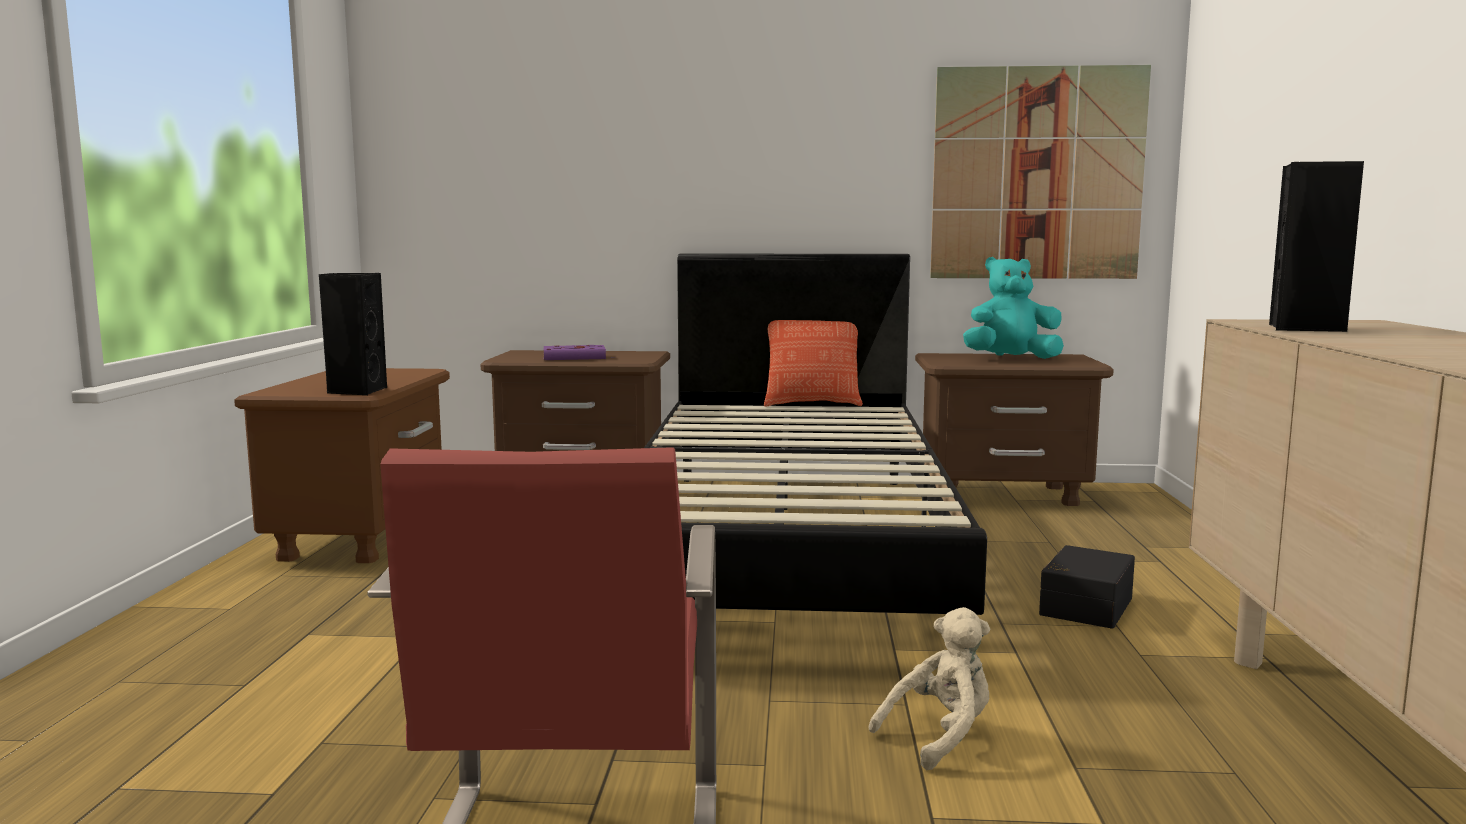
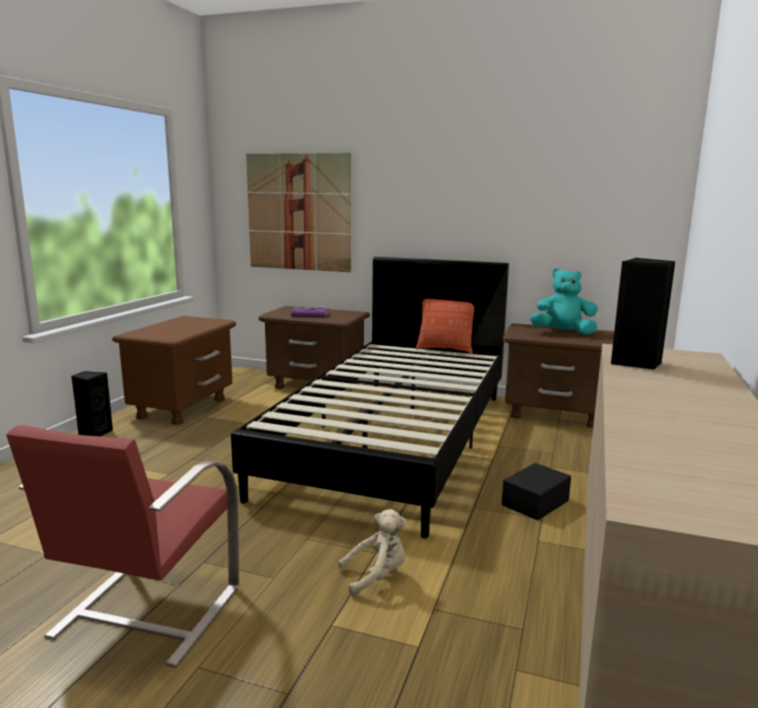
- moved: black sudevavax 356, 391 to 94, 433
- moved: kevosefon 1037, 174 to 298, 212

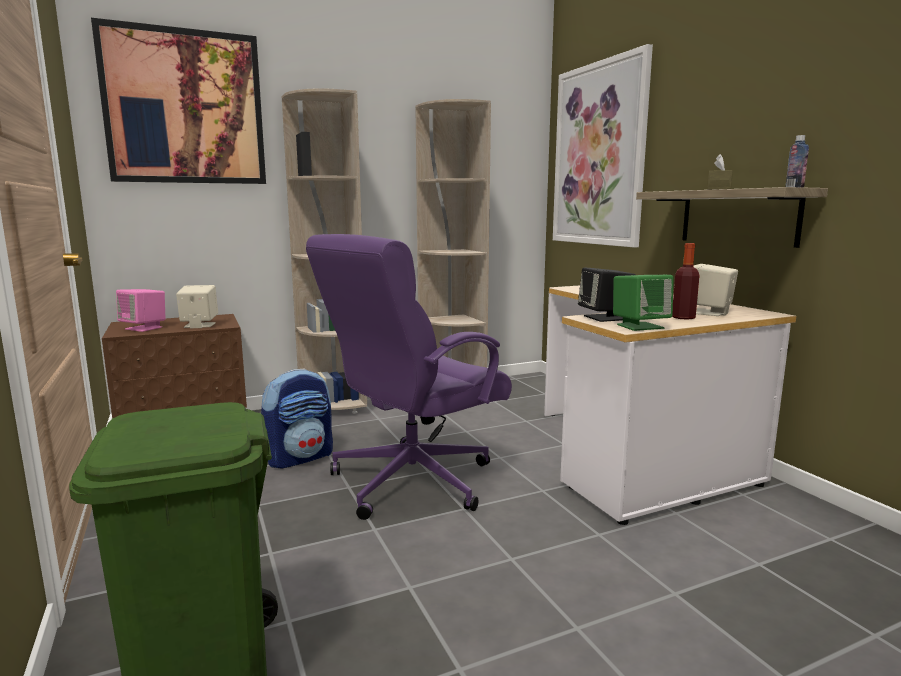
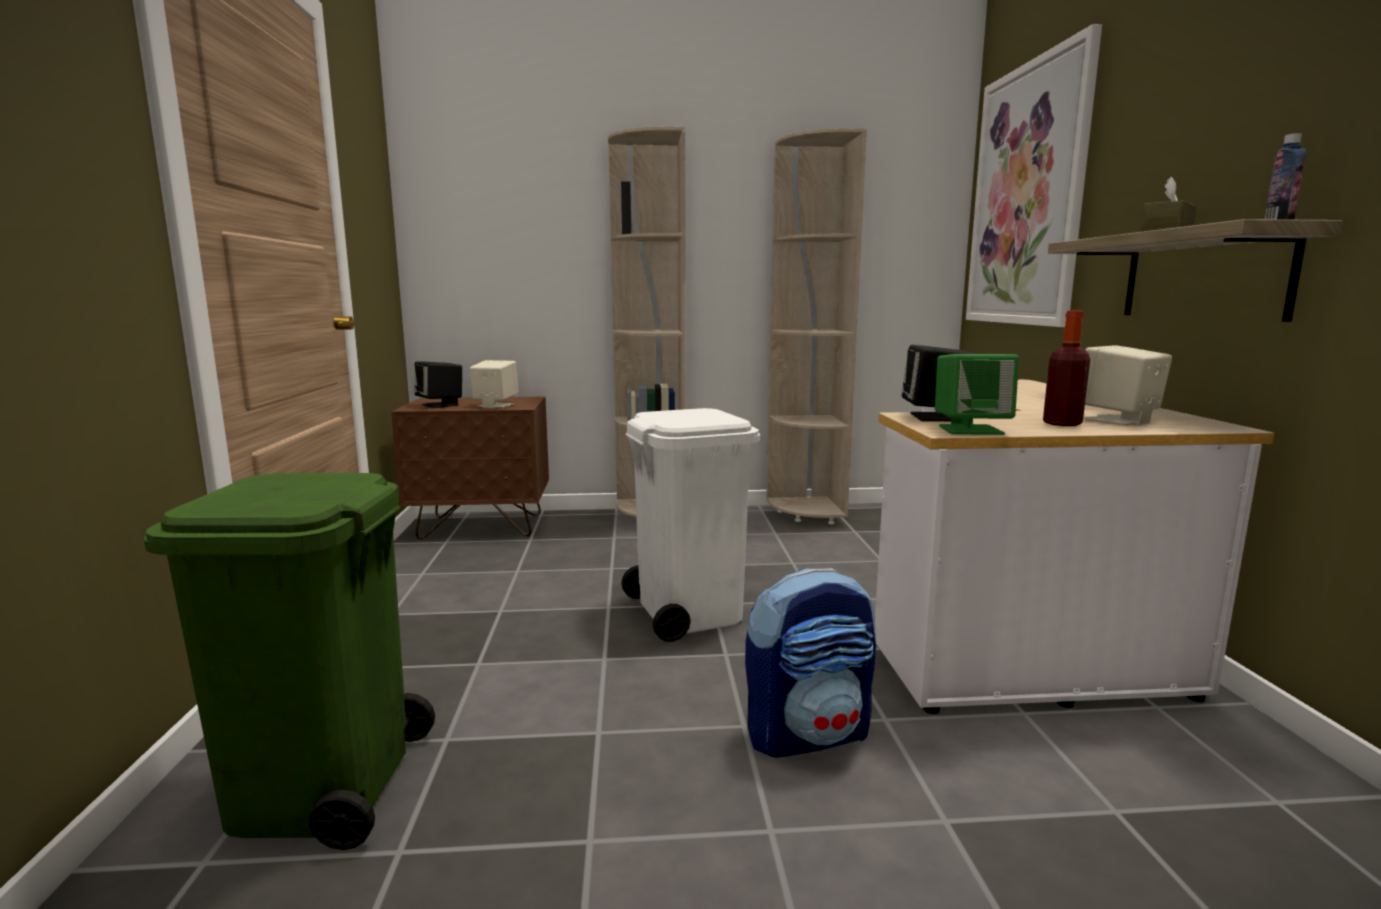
- removed: kevosefon 185, 108
- moved: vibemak 300, 457 to 809, 734
- replaced: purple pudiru 413, 480 to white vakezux 688, 611
- recoloured: pink sudevavax 144, 328 to black sudevavax 440, 405

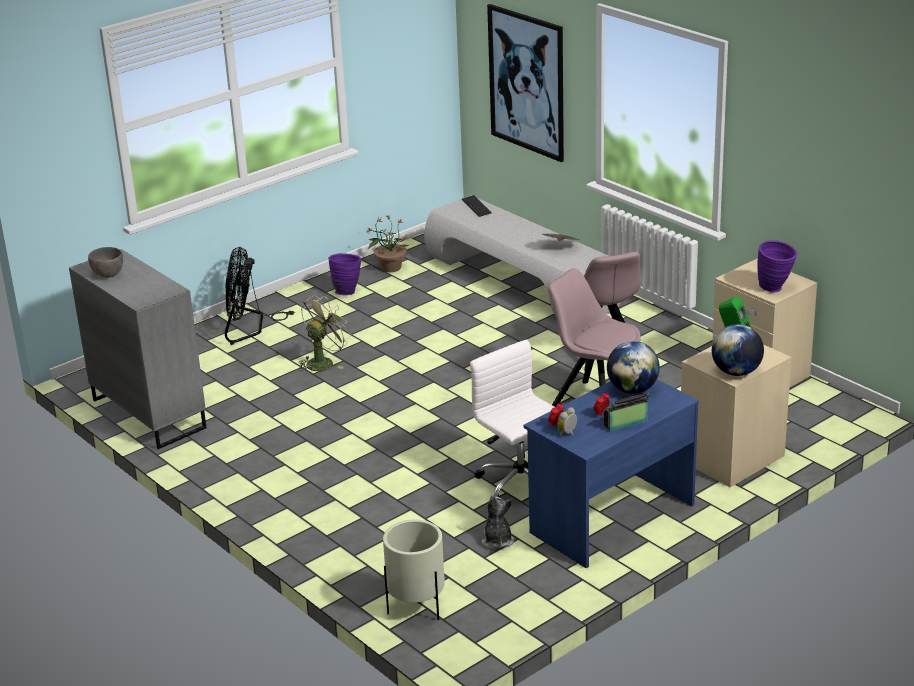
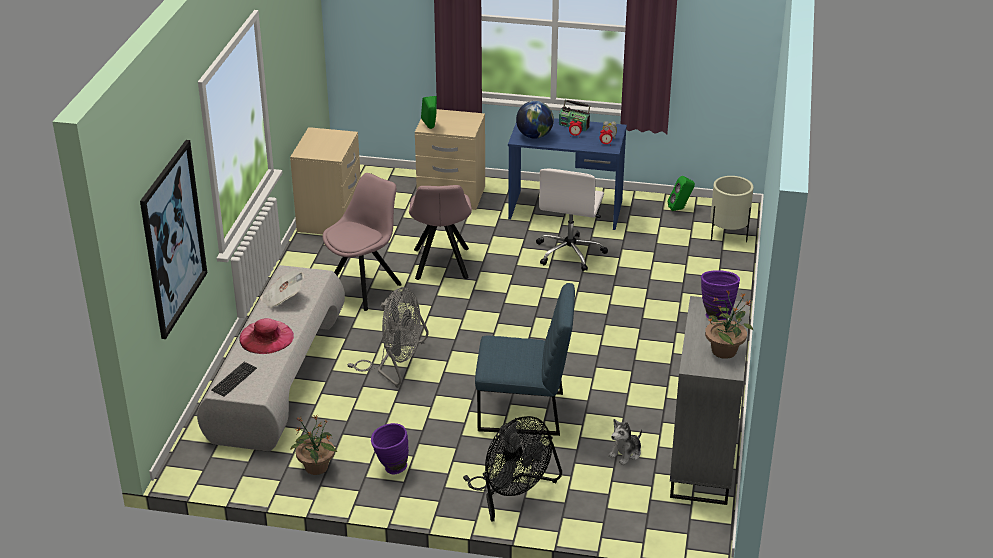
- removed: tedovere 736, 372
- added: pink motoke 266, 337
- added: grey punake 394, 363
- added: green sudevavax 680, 209
- moved: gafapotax 497, 540 to 626, 453
- moved: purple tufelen 775, 289 to 716, 314
- replaced: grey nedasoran 108, 274 to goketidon 724, 350
- replaced: green punake 323, 362 to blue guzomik 524, 412

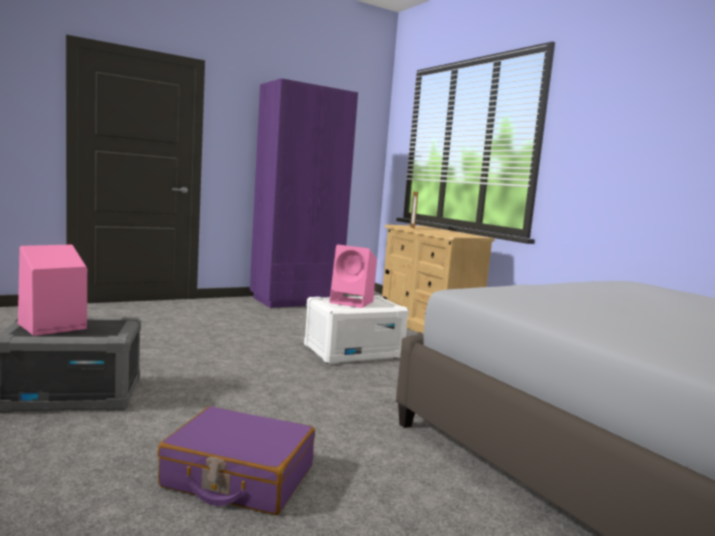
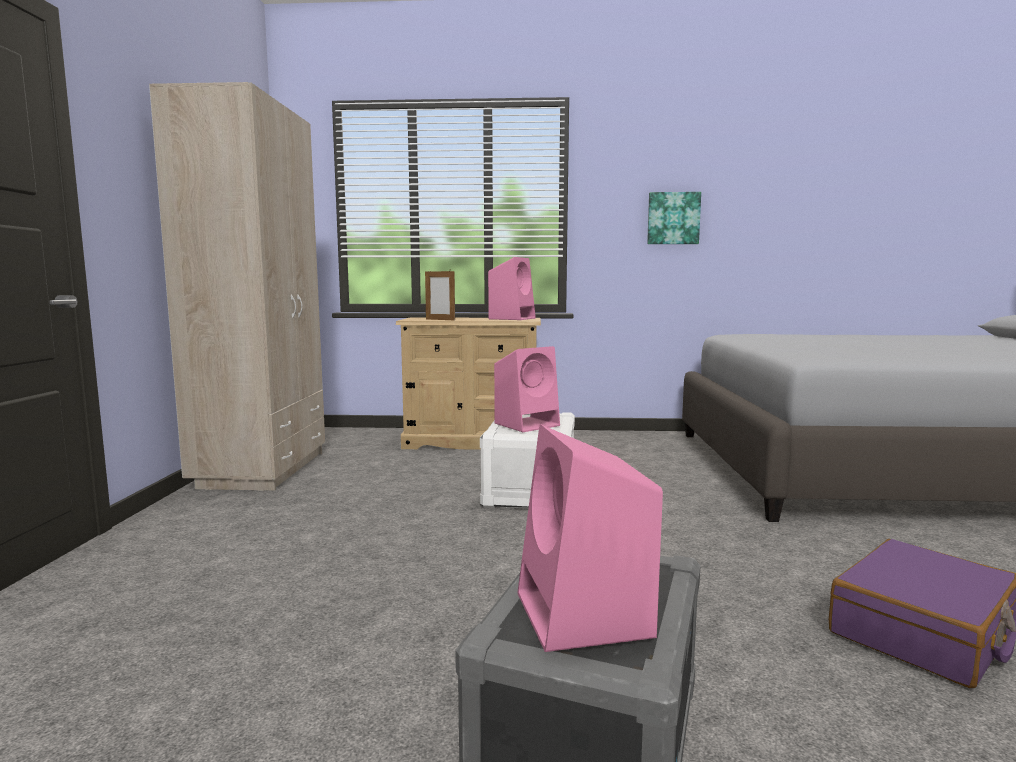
- added: pink sudevavax 512, 318
- added: kevosefon 673, 218
- recoloured: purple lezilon 296, 301 to beige lezilon 263, 469

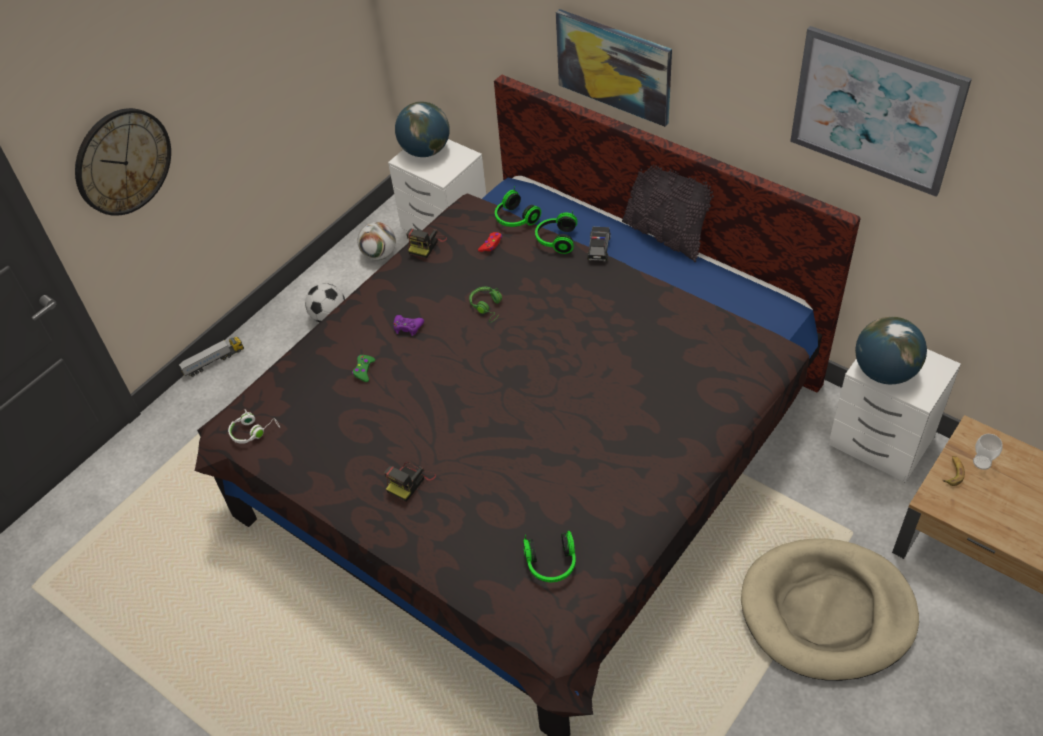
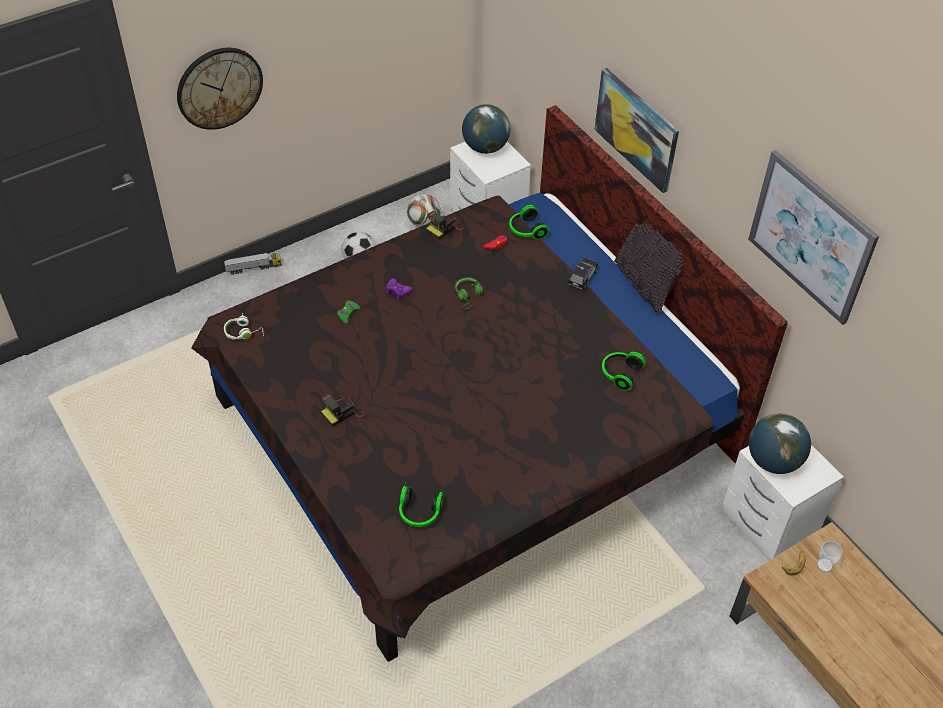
- removed: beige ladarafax 827, 612
- moved: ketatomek 555, 240 to 619, 374

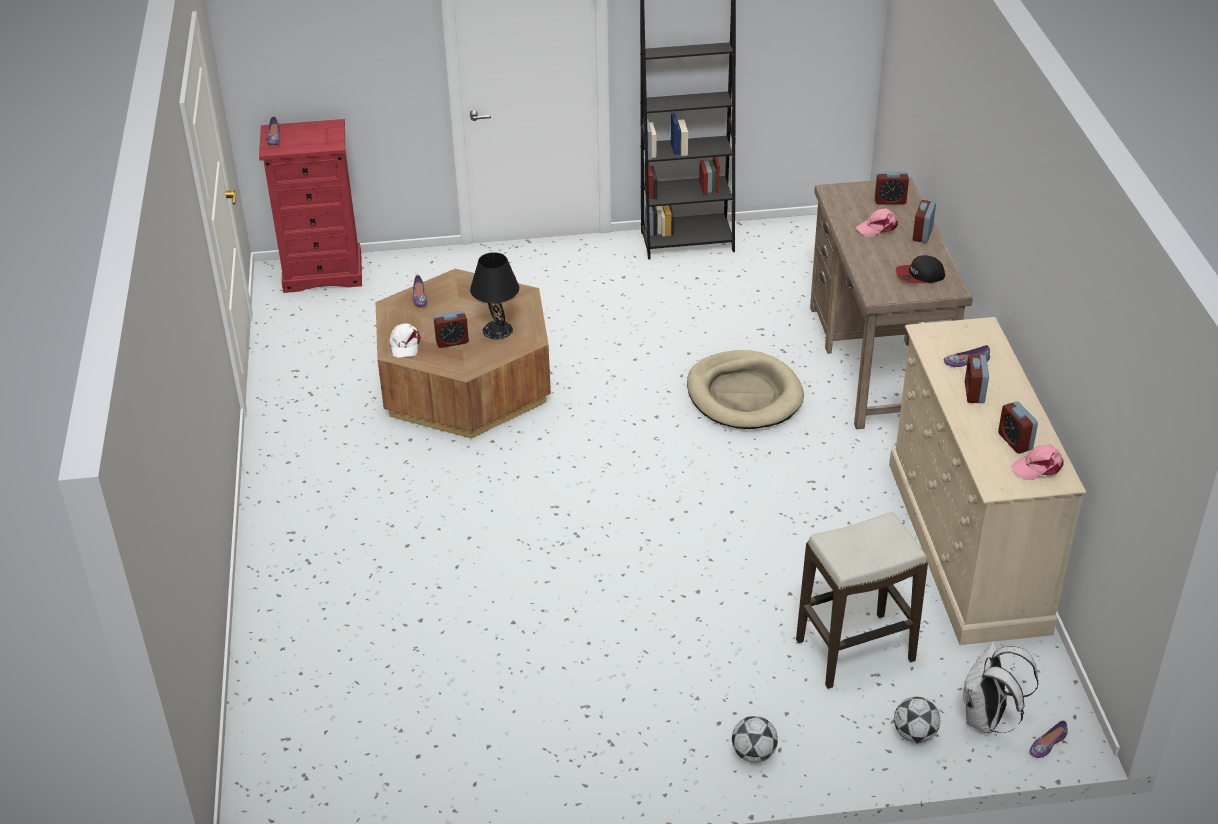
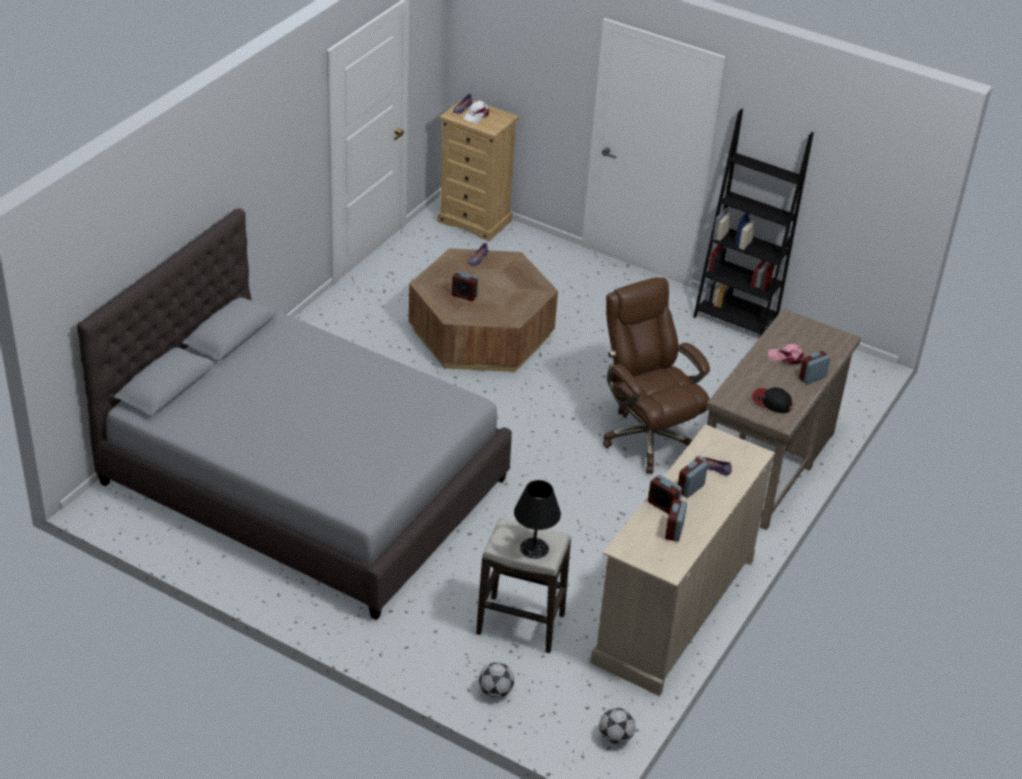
- removed: white vibemak 987, 719
- removed: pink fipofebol 1038, 467
- removed: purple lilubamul 1046, 744
- added: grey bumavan 304, 481
- moved: white fipofebol 404, 345 to 476, 115
- moved: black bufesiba 497, 330 to 534, 548
- moved: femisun 753, 754 to 615, 737
- moved: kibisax 890, 201 to 663, 505
- replaced: beige ladarafax 744, 395 to brown pudiru 647, 437
- recoloured: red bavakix 323, 273 to beige bavakix 475, 221

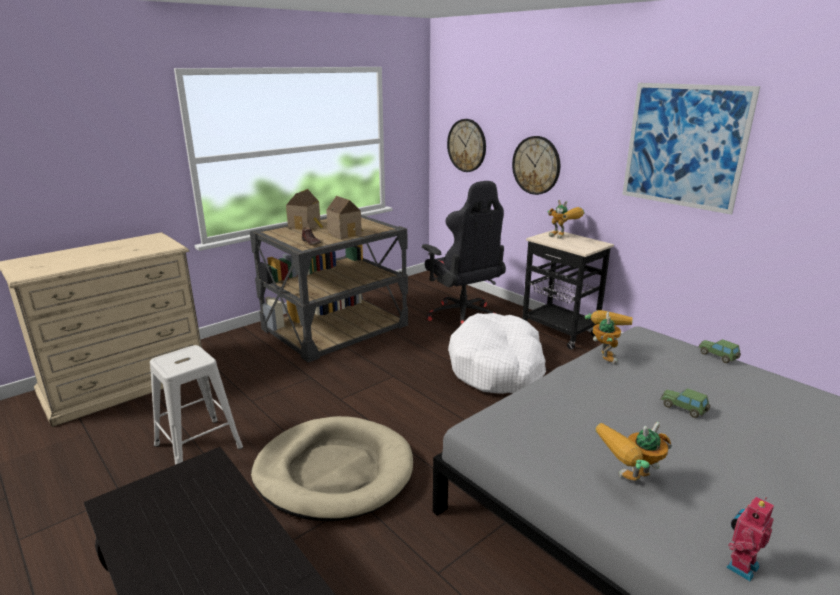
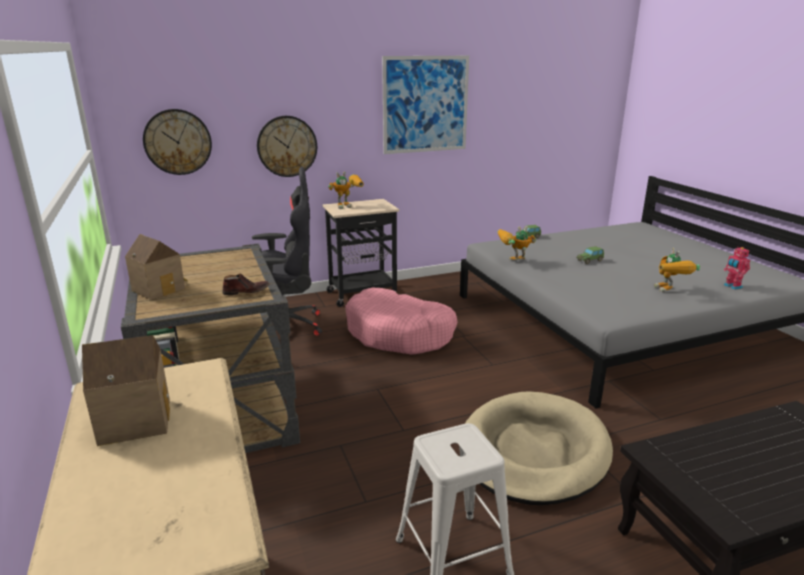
- moved: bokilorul 346, 233 to 135, 419
- recoloured: white ladarafax 497, 367 to pink ladarafax 400, 334
- turned: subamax 603, 355 = 513, 262 45 degrees counterclockwise

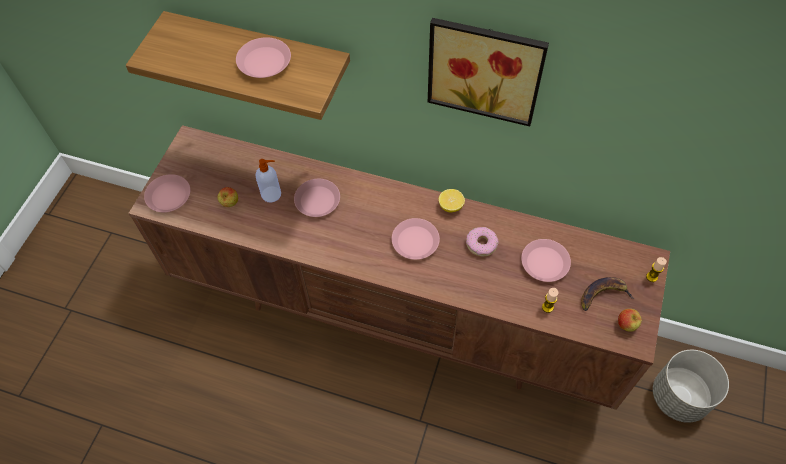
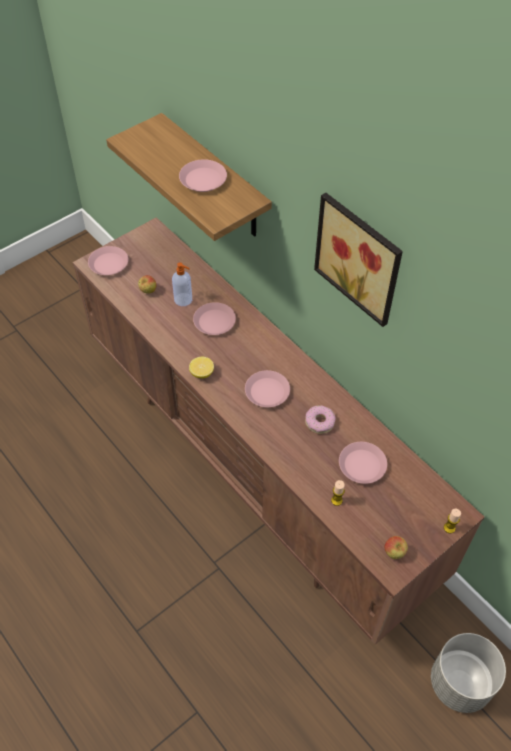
- removed: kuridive 603, 295
- moved: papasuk 451, 206 to 202, 373

